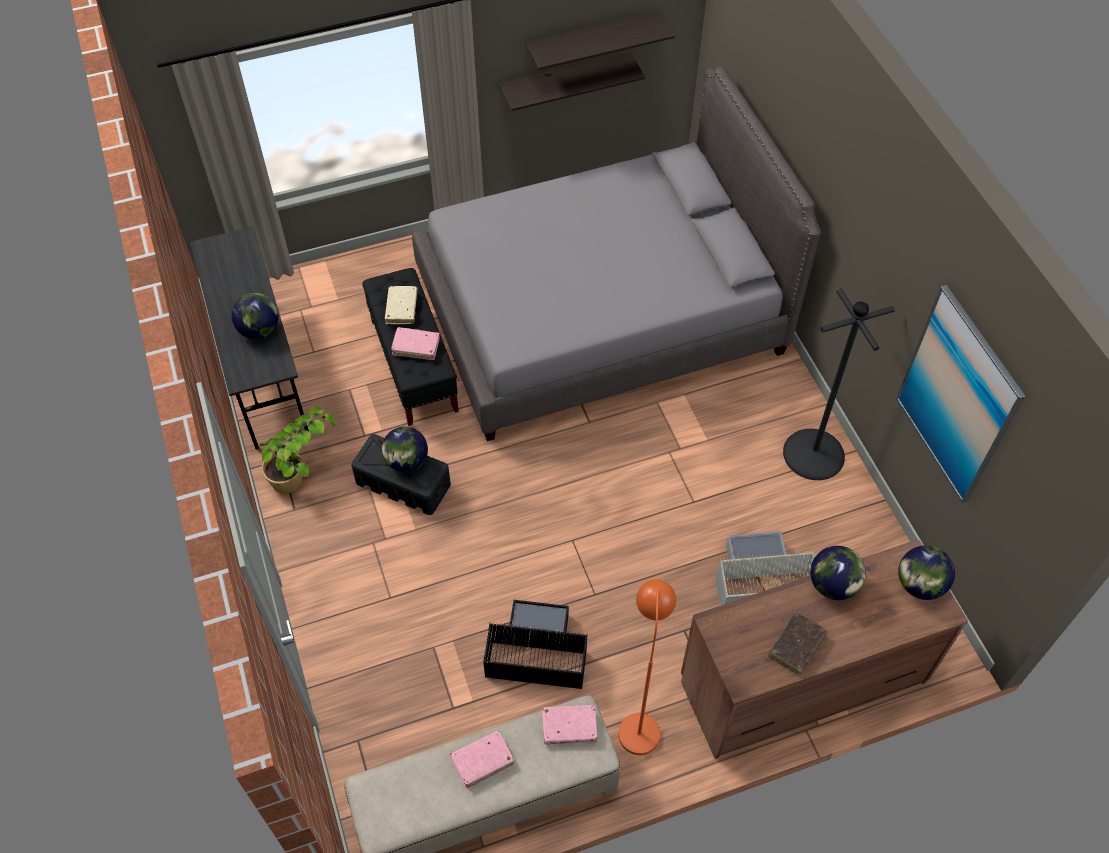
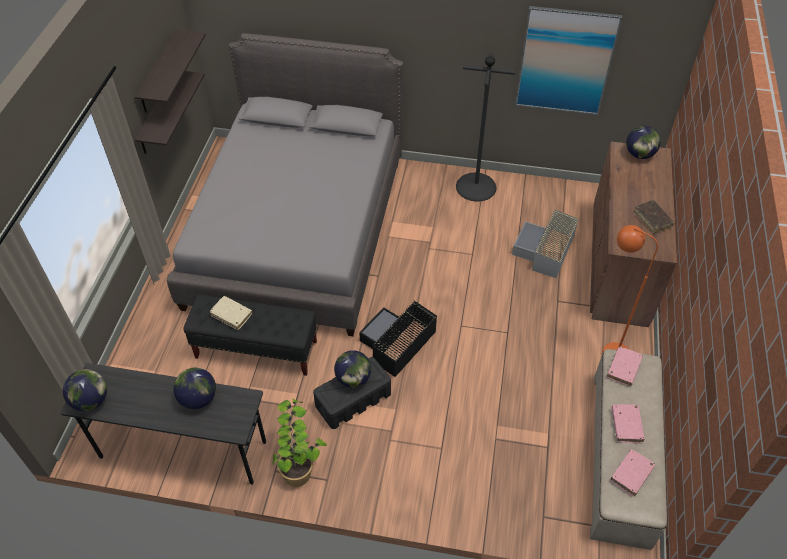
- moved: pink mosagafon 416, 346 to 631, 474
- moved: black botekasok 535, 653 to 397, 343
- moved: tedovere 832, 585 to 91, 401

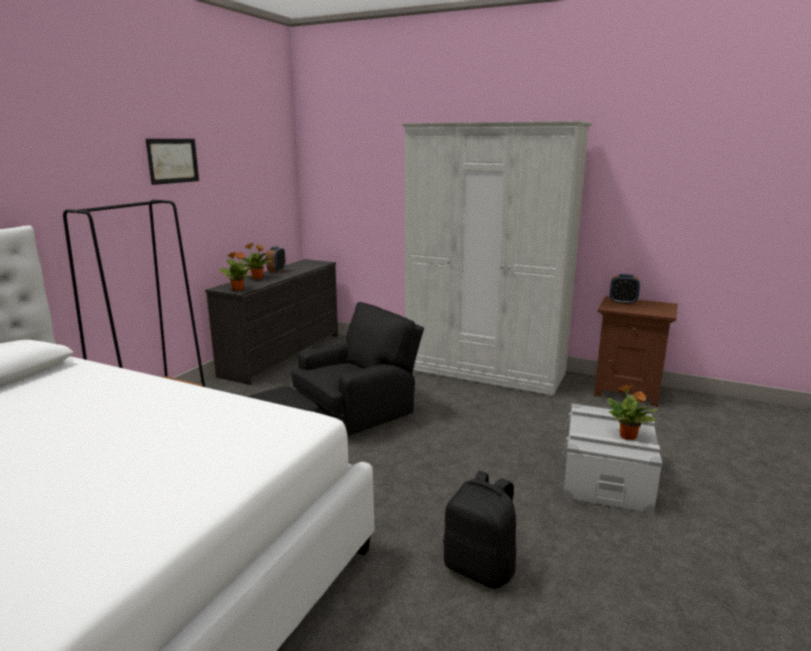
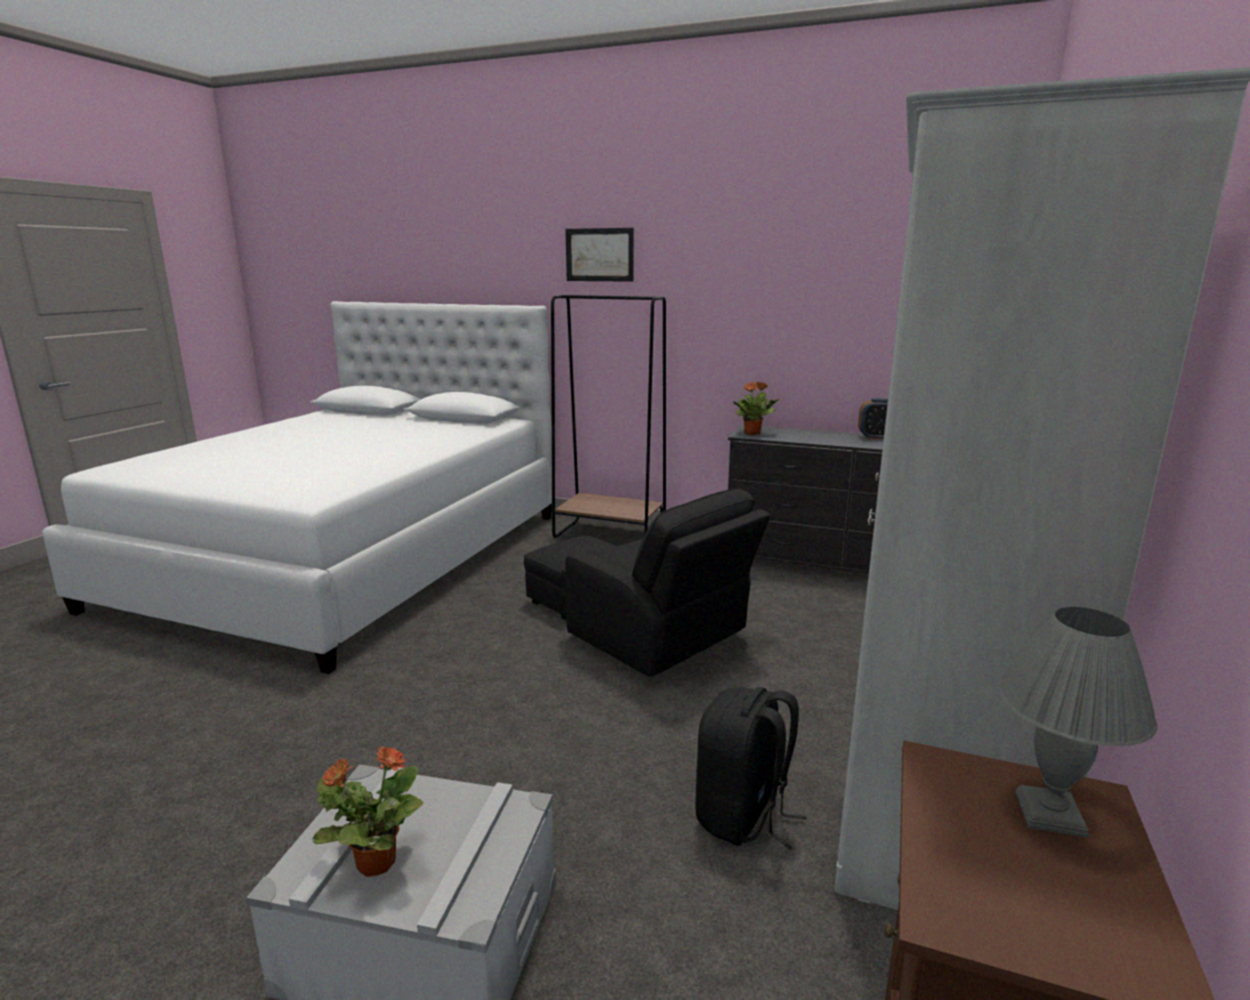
- removed: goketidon 257, 278
- moved: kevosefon 173, 161 to 599, 255
- moved: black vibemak 480, 568 to 743, 816
- replaced: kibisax 623, 302 to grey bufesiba 1051, 815

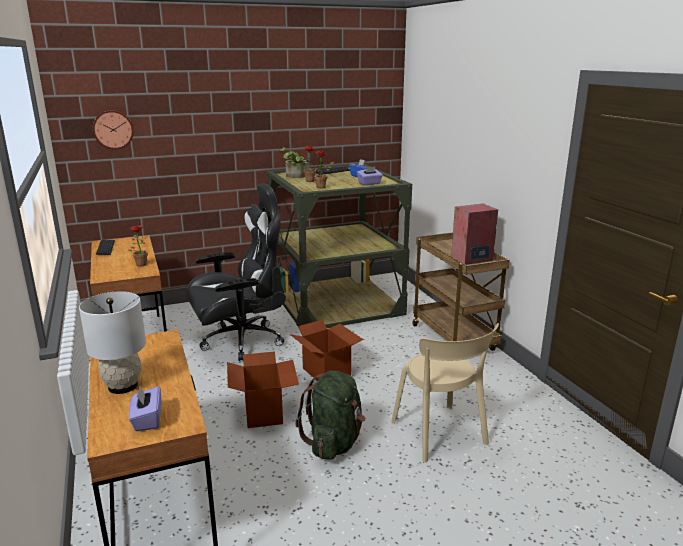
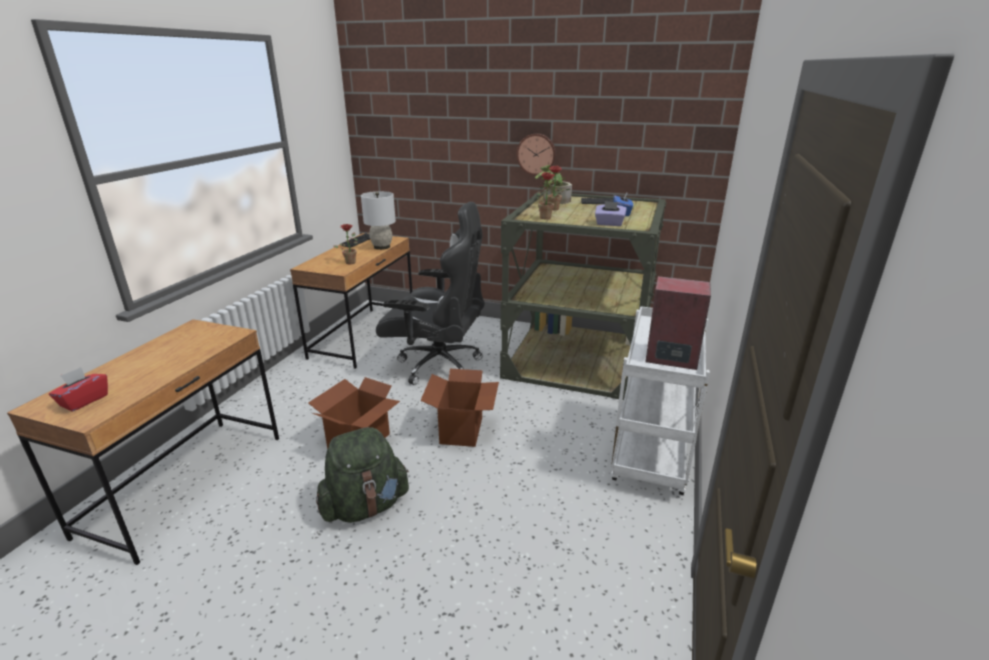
- removed: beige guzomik 440, 435
- moved: white bufesiba 122, 386 to 381, 247
- moved: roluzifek 113, 129 to 536, 154
- recoloured: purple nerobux 147, 420 to red nerobux 84, 401
- recoloured: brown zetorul 454, 338 to white zetorul 651, 456

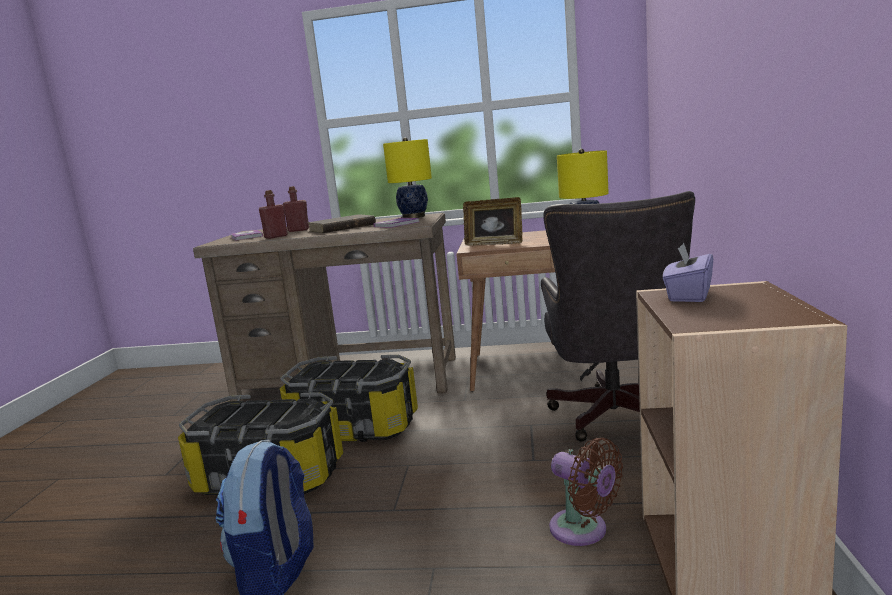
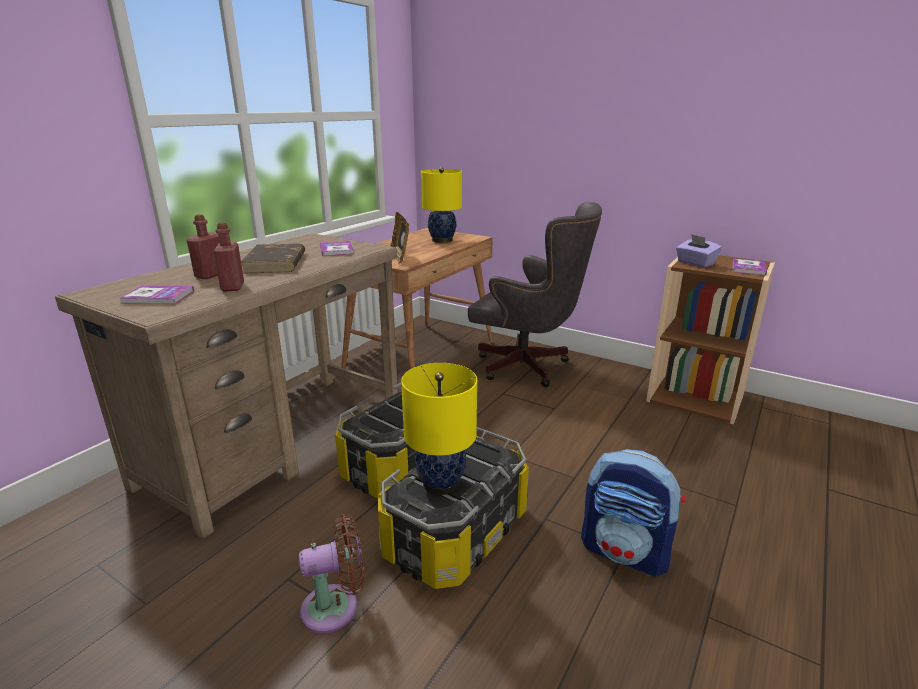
- added: mosagafon 748, 268
- moved: yellow bufesiba 414, 217 to 441, 483
- moved: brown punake 583, 531 to 336, 607
- turned: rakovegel 494, 244 = 400, 257 120 degrees clockwise

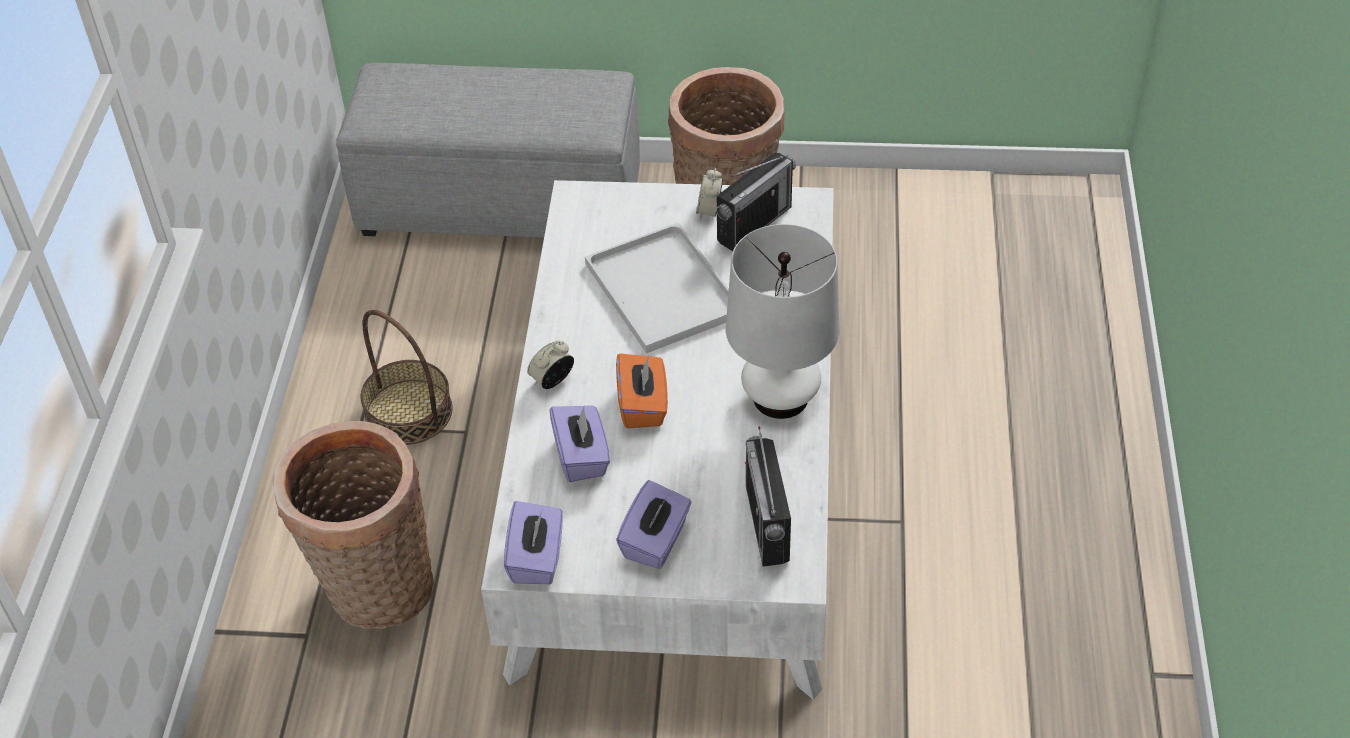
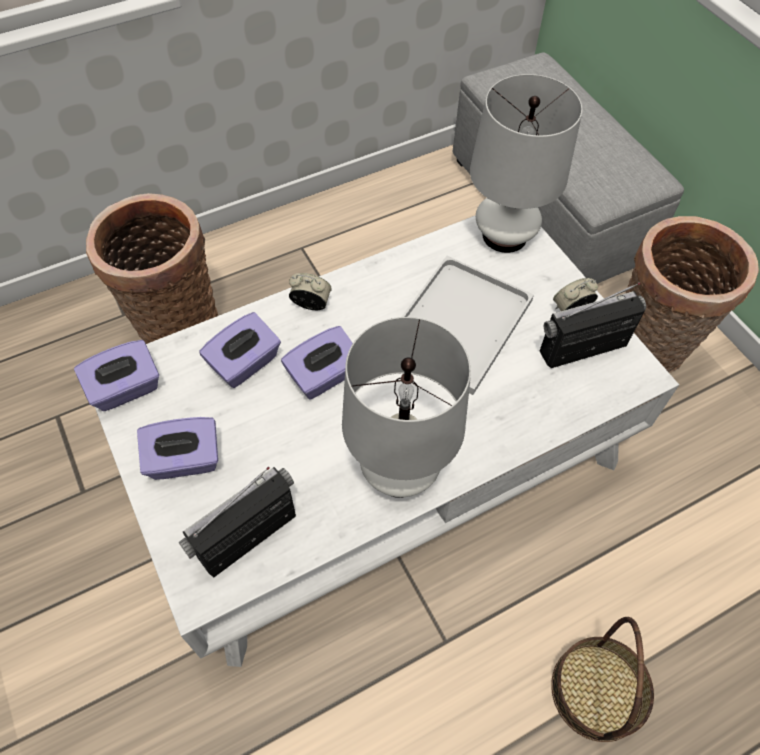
- added: white bufesiba 504, 236
- moved: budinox 409, 412 to 597, 691
- recoloured: orange nerobux 643, 406 to purple nerobux 324, 376
- turned: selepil 754, 224 = 583, 348 150 degrees clockwise

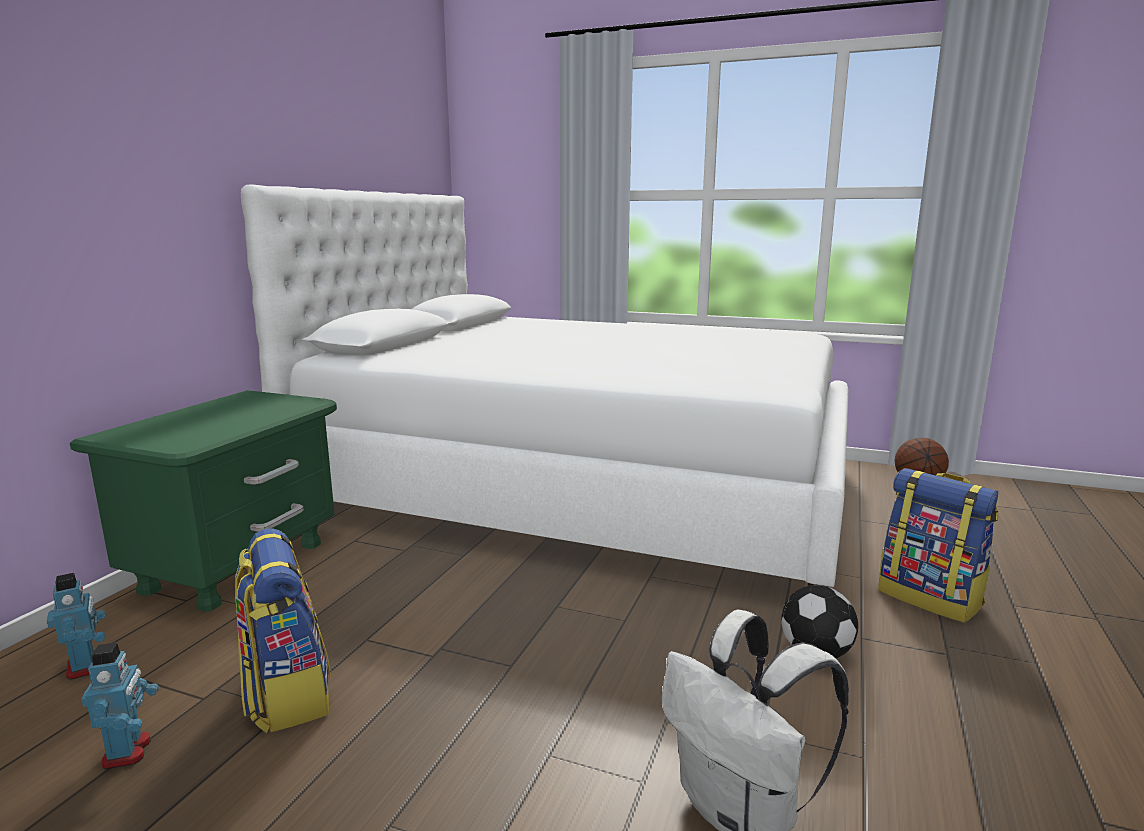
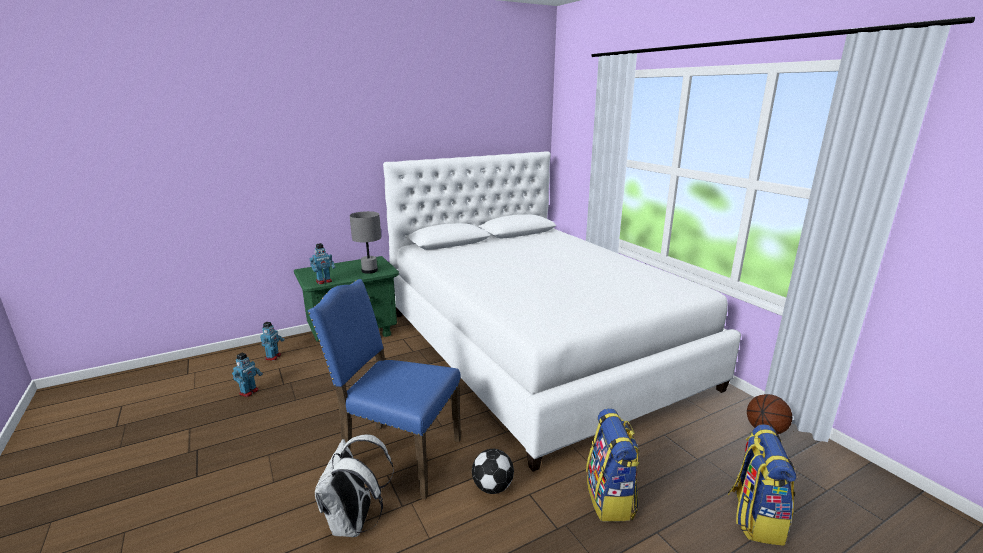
- added: blue guzomik 398, 456
- added: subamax 324, 281
- added: grey bufesiba 369, 270
- moved: vibemak 286, 694 to 754, 517

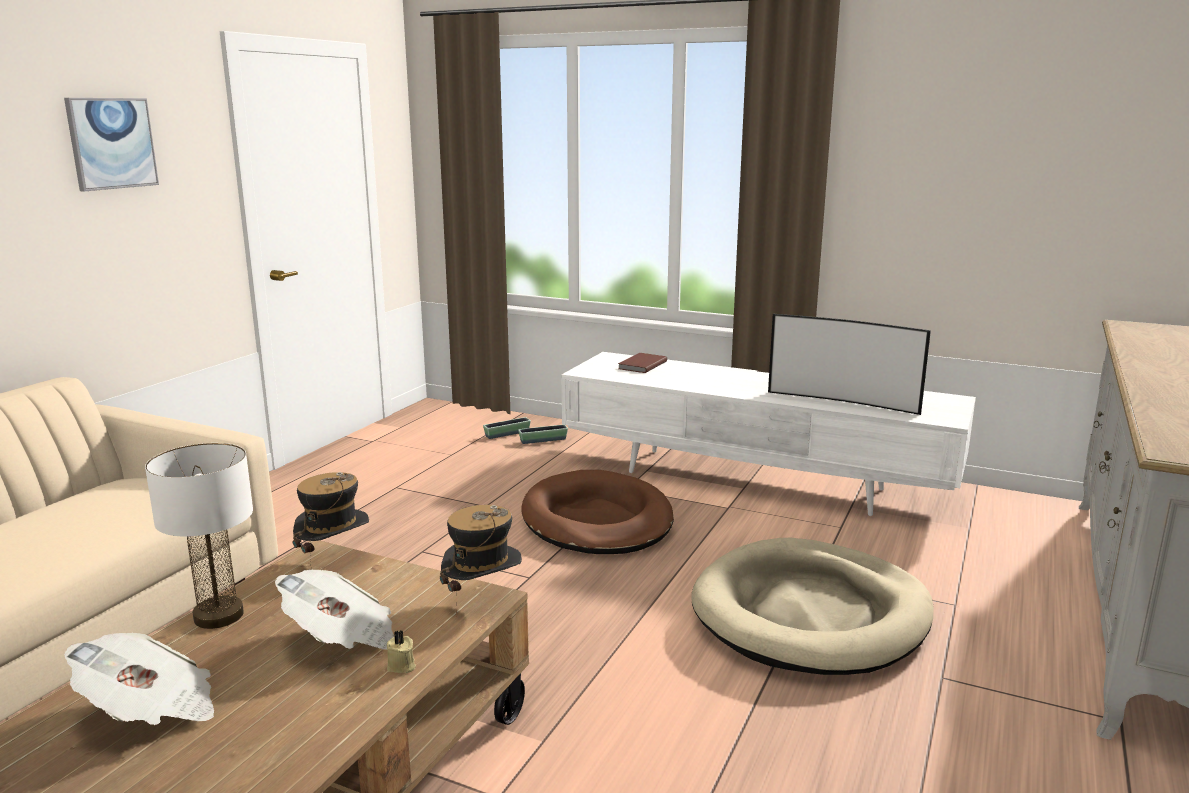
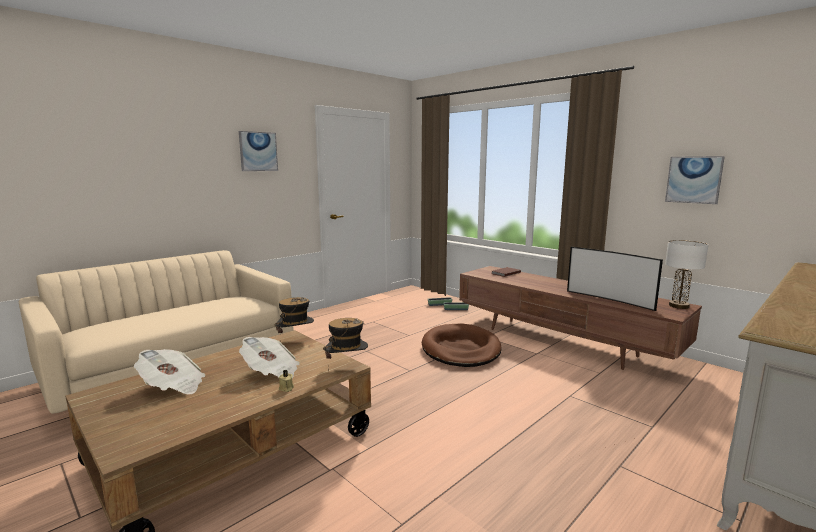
- removed: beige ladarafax 811, 614
- added: kevosefon 693, 179
- moved: bufesiba 219, 616 to 679, 306
- recoloured: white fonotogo 755, 478 to brown fonotogo 561, 341

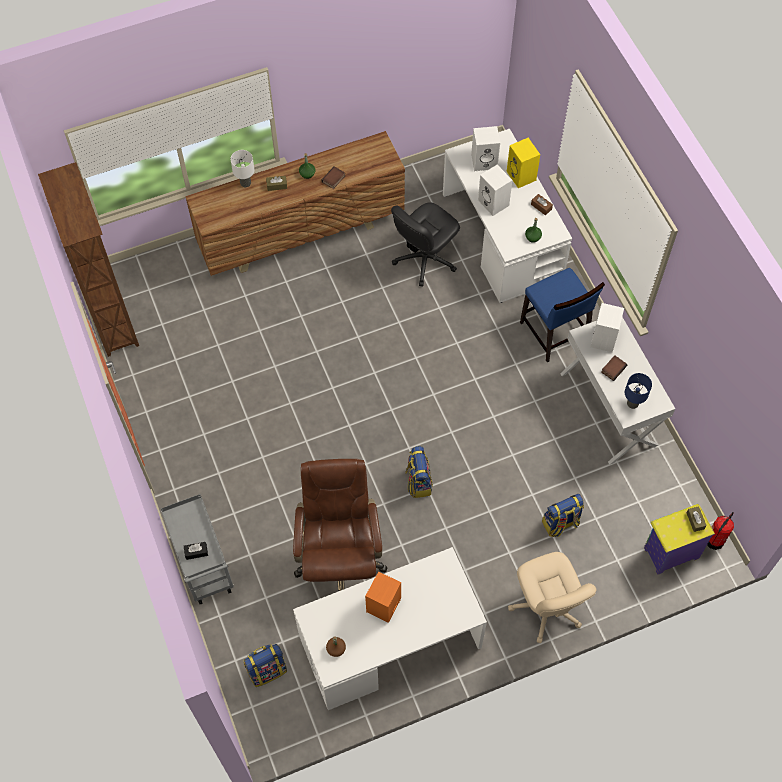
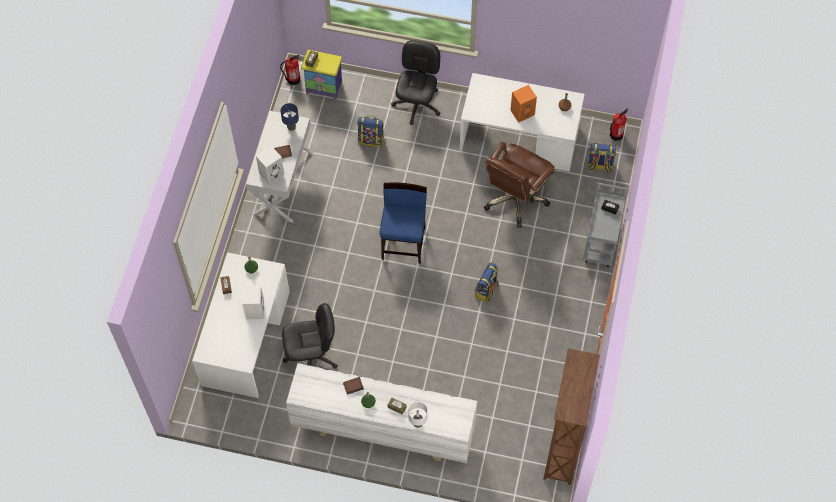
- removed: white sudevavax 484, 161
- removed: yellow sudevavax 522, 176
- added: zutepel 616, 134
- moved: vibemak 418, 481 to 486, 290
- moved: blue guzomik 554, 333 to 404, 243
- recoloured: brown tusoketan 302, 235 to white tusoketan 382, 432
- recoloured: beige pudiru 546, 607 to black pudiru 417, 103

